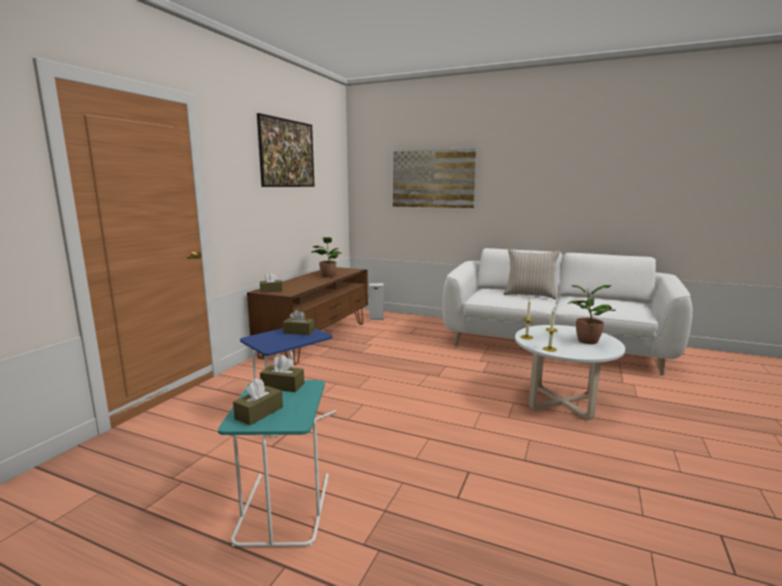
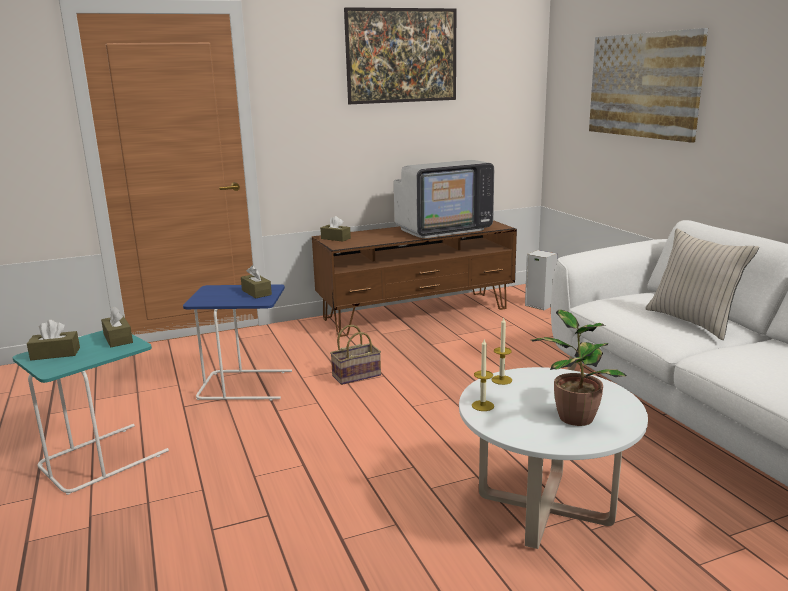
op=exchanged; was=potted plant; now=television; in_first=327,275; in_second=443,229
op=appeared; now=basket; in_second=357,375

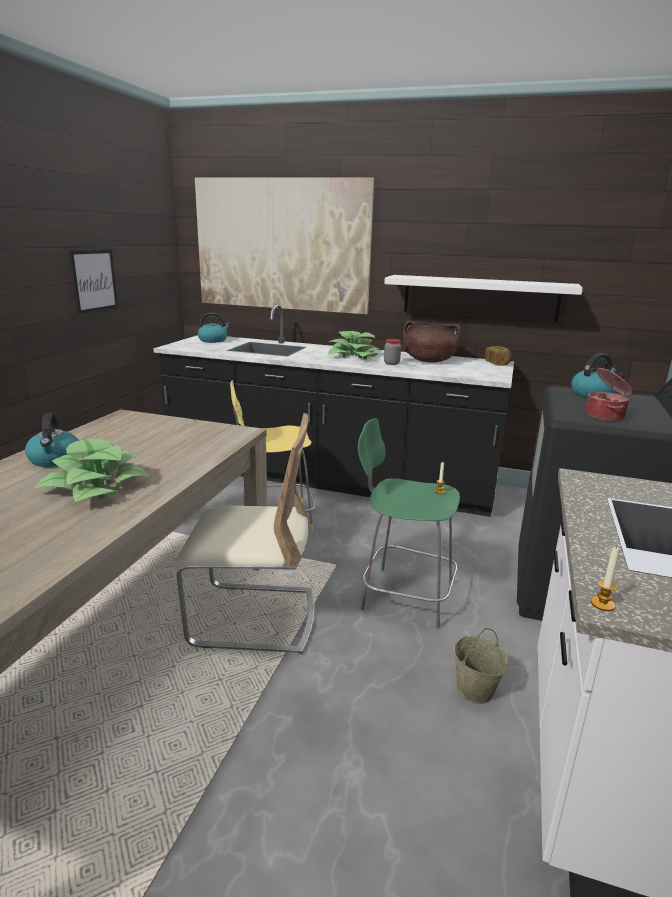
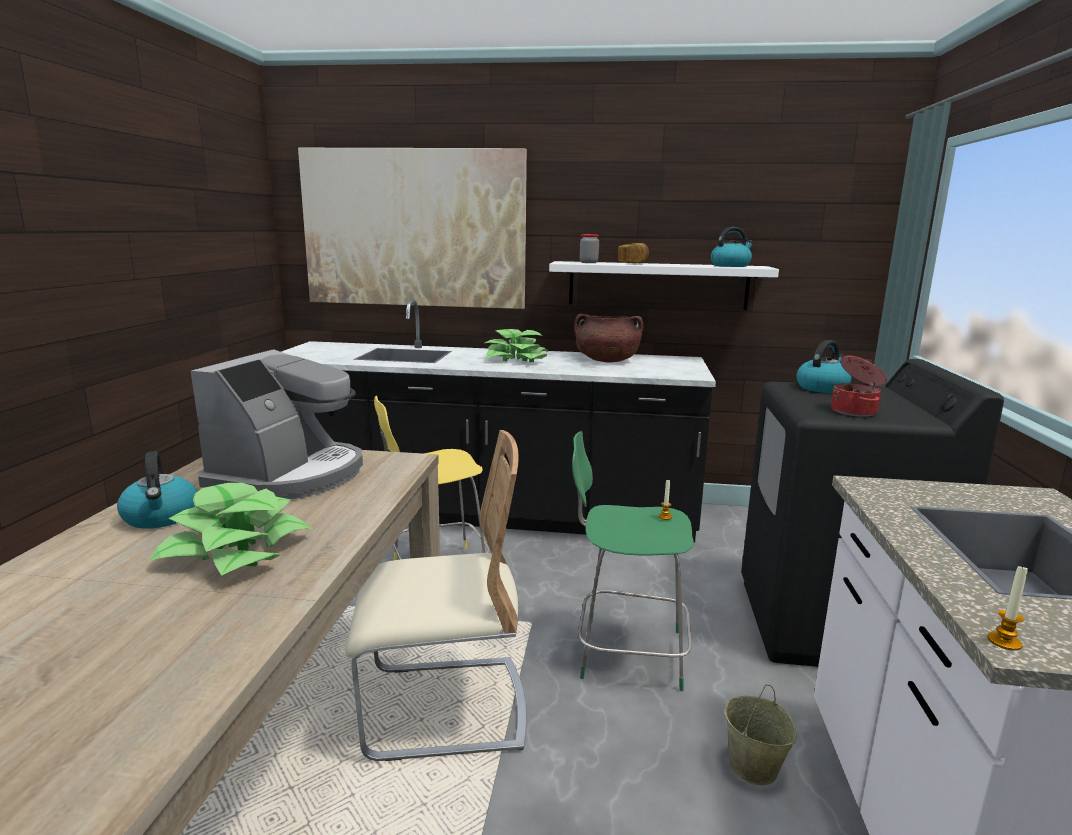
op=missing; was=picture; in_first=94,280
op=relocated; was=kettle; in_first=213,340; in_second=730,266
op=relocated; was=jar; in_first=391,363; in_second=588,262
op=relocated; was=bread; in_first=497,364; in_second=633,263
op=appeared; now=coffee machine; in_second=290,476

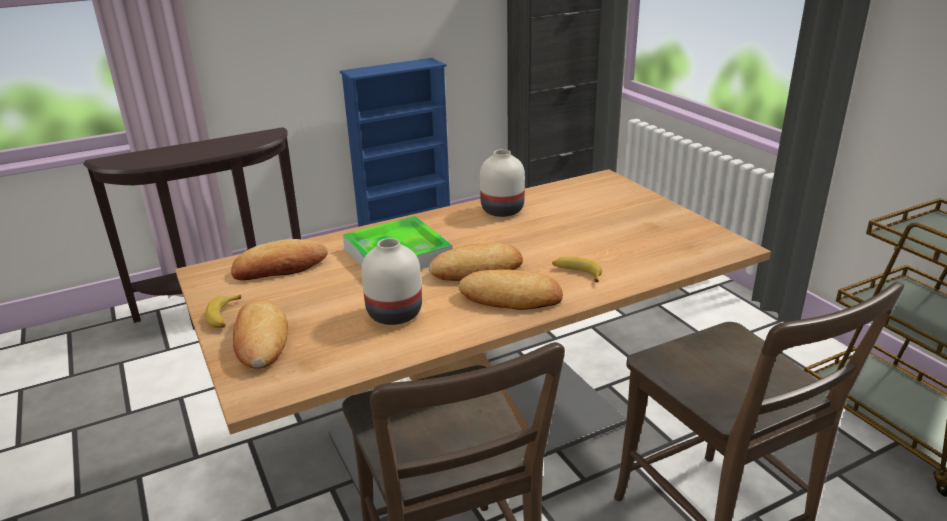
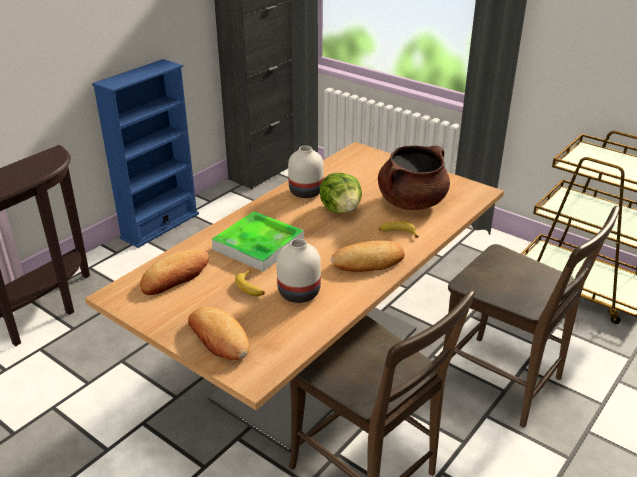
op=relocated; was=banana; in_first=224,317; in_second=251,287
op=missing; was=bread; in_first=477,269
op=appeared; now=lettuce; in_second=341,210
op=appeared; now=cooking pot/brown; in_second=412,202

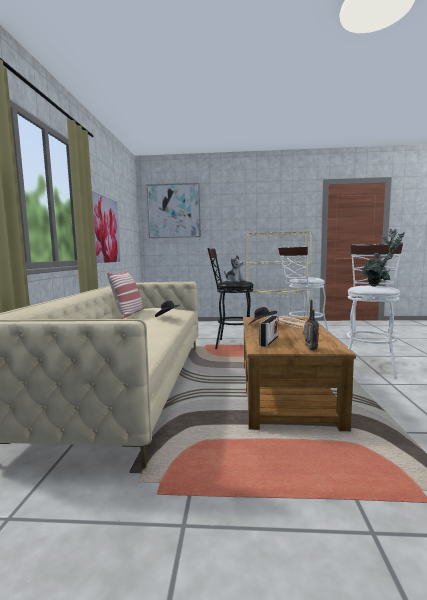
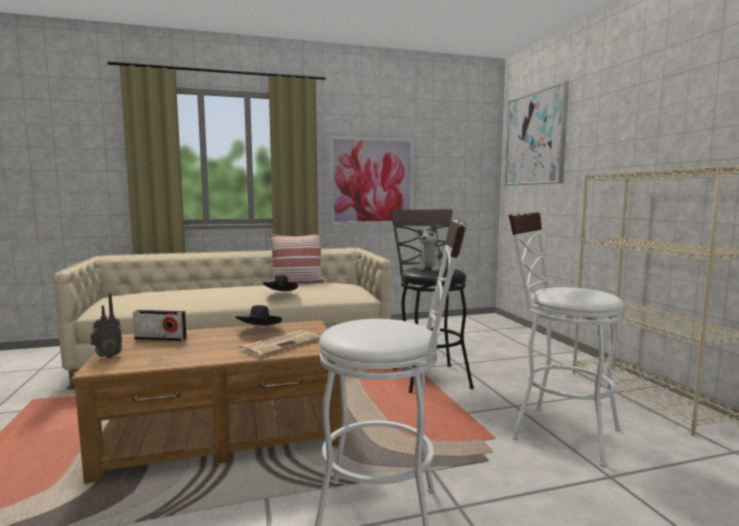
op=missing; was=potted plant; in_first=379,286

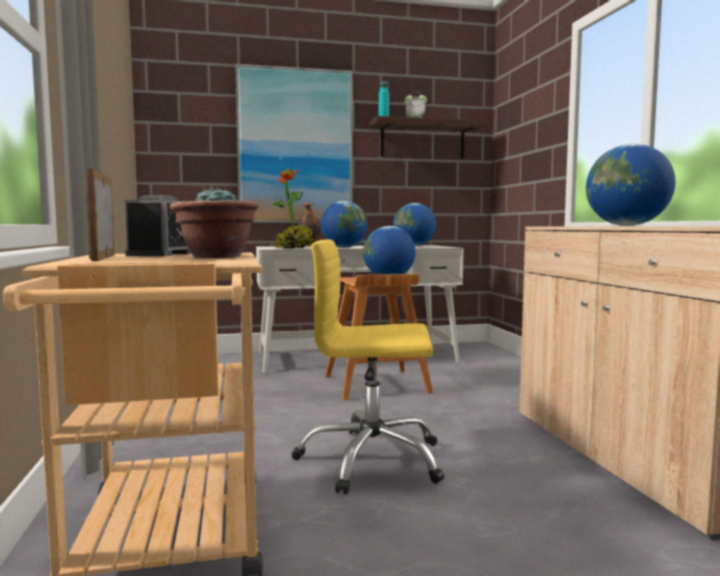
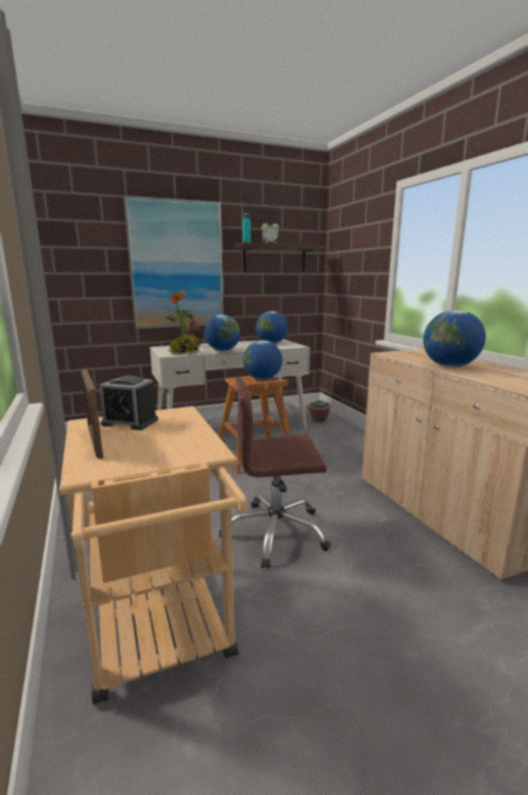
op=spun; was=alarm clock; in_first=160,254; in_second=130,422; clockwise=105
op=relocated; was=potted plant; in_first=216,257; in_second=318,419
op=colour; was=office chair/yellow; now=office chair/brown; in_first=371,460; in_second=275,533

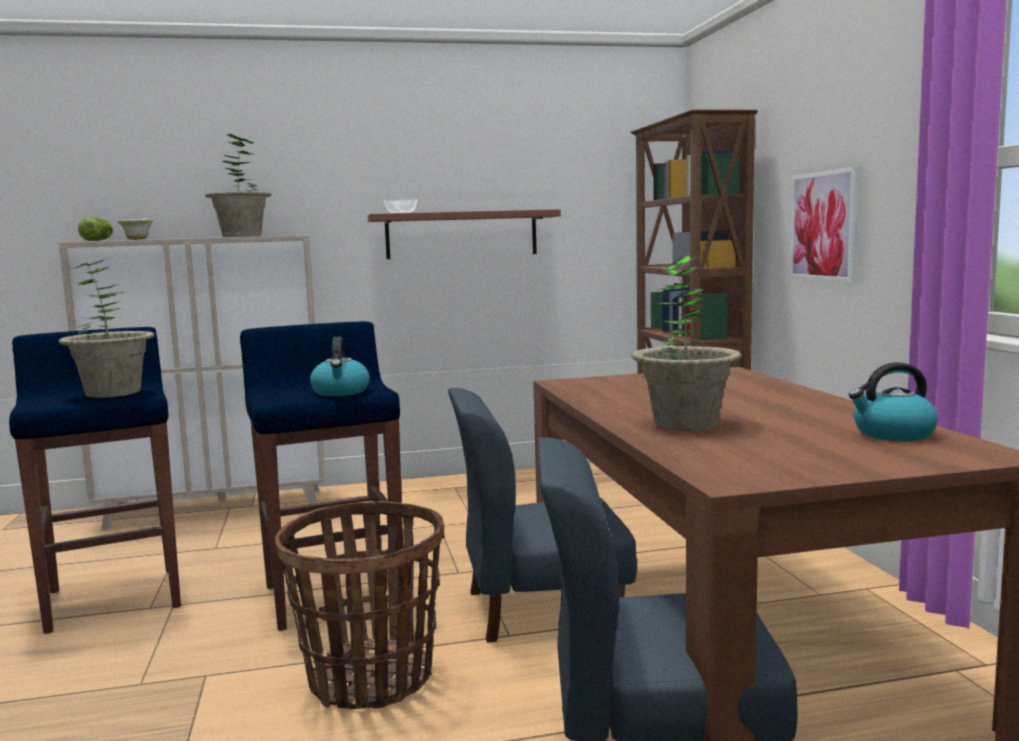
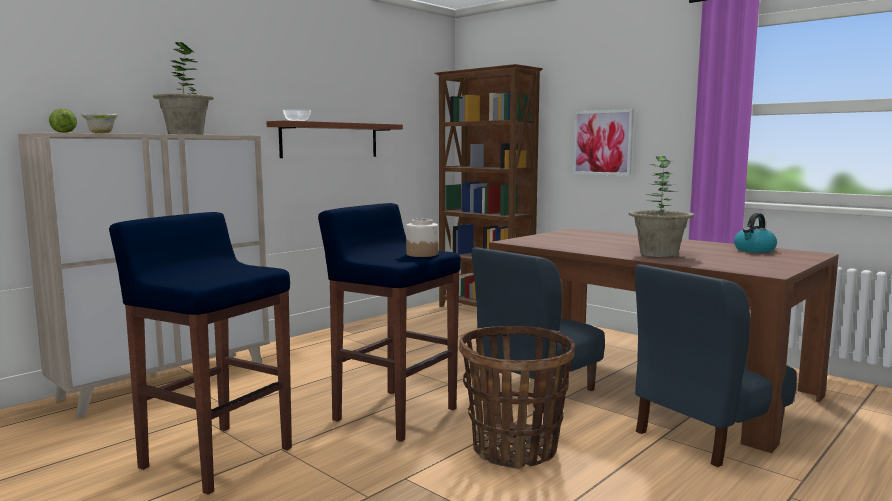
op=missing; was=potted plant; in_first=113,393
op=exchanged; was=kettle; now=jar; in_first=341,392; in_second=422,254

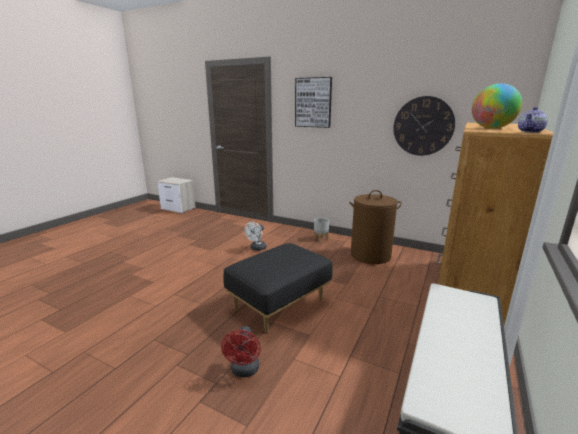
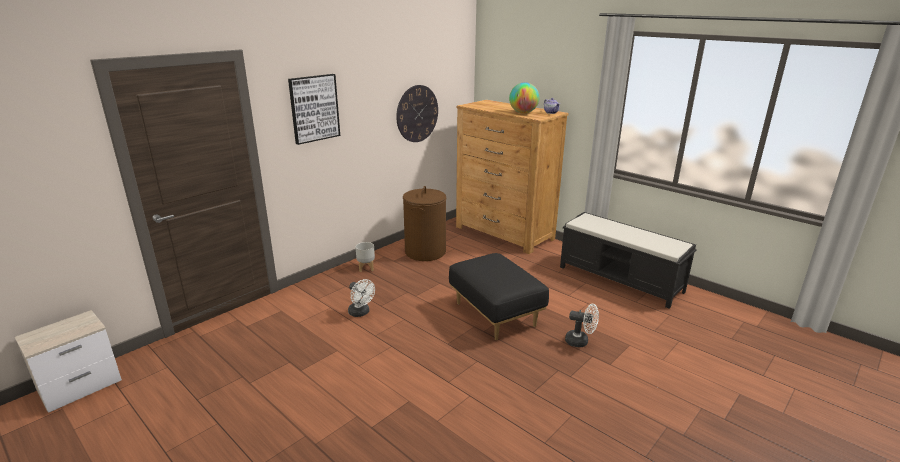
op=colour; was=fan/red; now=fan/white; in_first=244,371; in_second=580,341

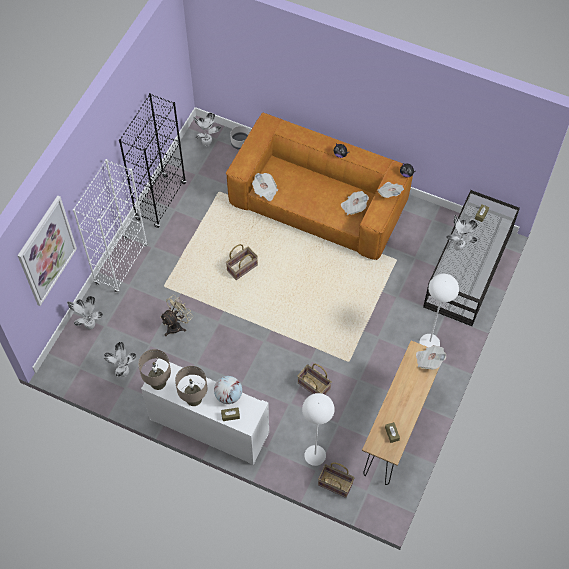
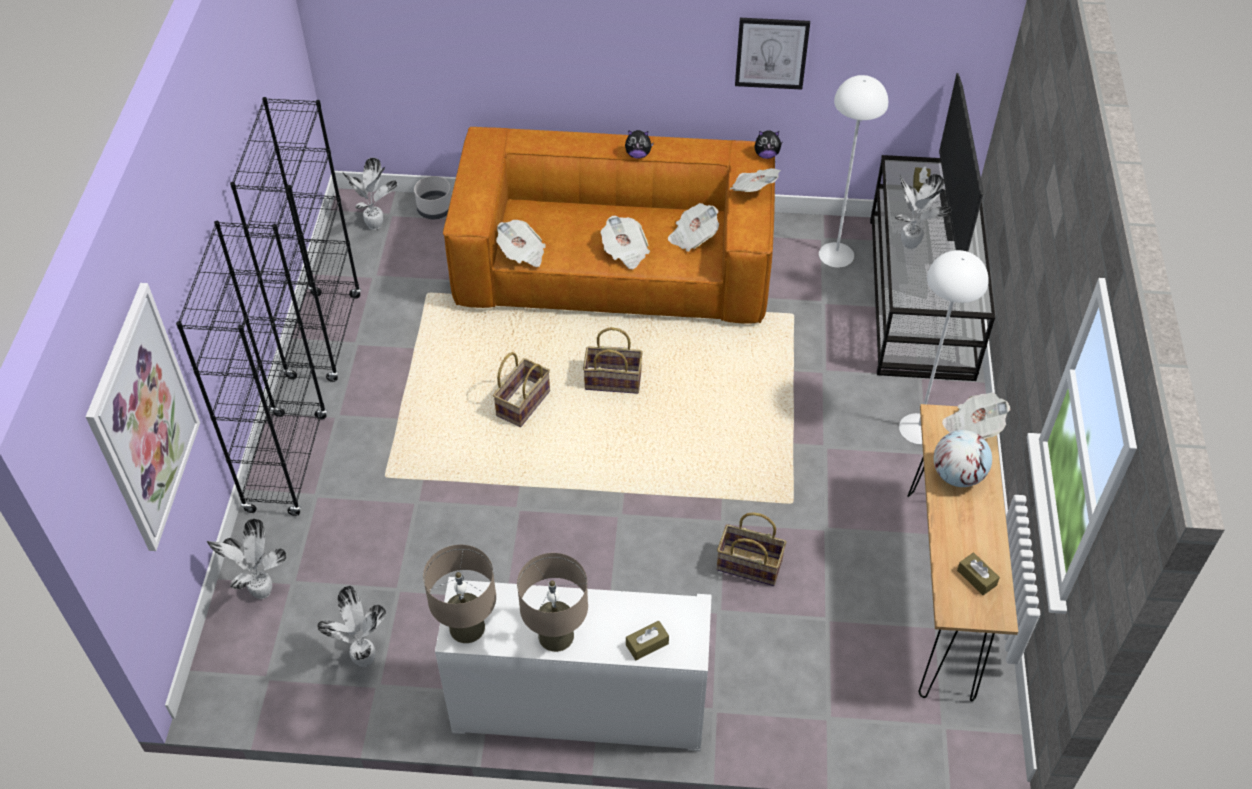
op=colour; was=bookcase/white; now=bookcase/black; in_first=121,265; in_second=287,463
op=missing; was=fan/beige; in_first=177,325
op=relocated; was=globe; in_first=228,395; in_second=957,475
op=relocated; was=floor lamp/white; in_first=315,455; in_second=836,254
op=relocated; was=basket; in_first=335,484; in_second=613,380
op=appeared; now=newspaper; in_second=625,252
op=appeared; now=picture; in_second=771,53
op=appeared; now=television; in_second=950,215

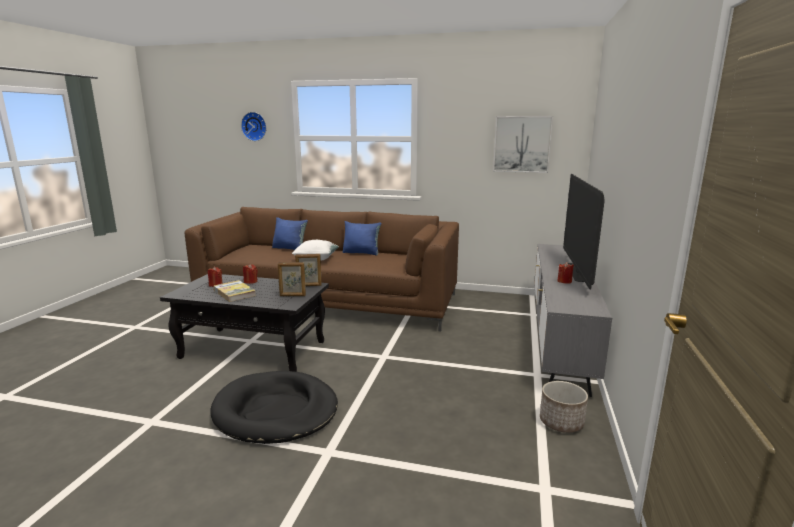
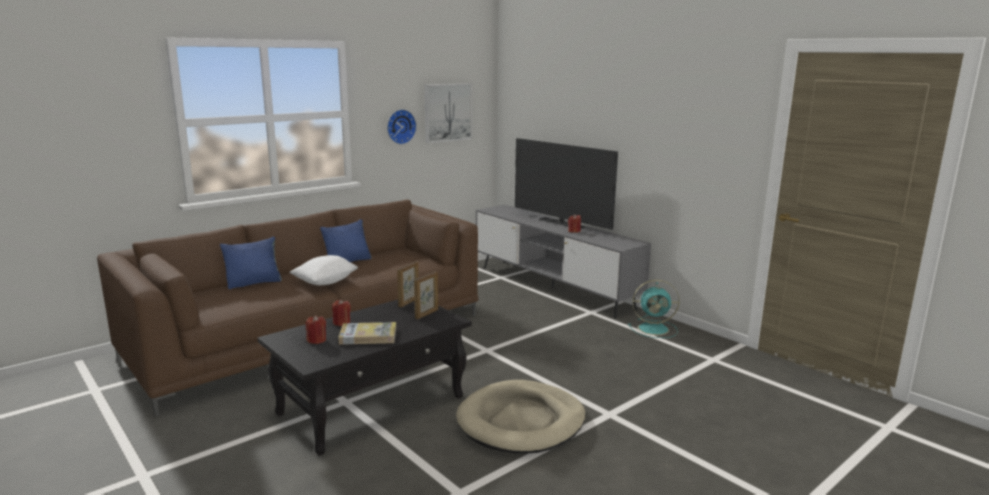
op=colour; was=dog bed/black; now=dog bed/beige; in_first=275,411; in_second=521,421
op=relocated; was=wall clock; in_first=254,126; in_second=400,126
op=exchanged; was=planter; now=fan/turquoise; in_first=561,422; in_second=655,329

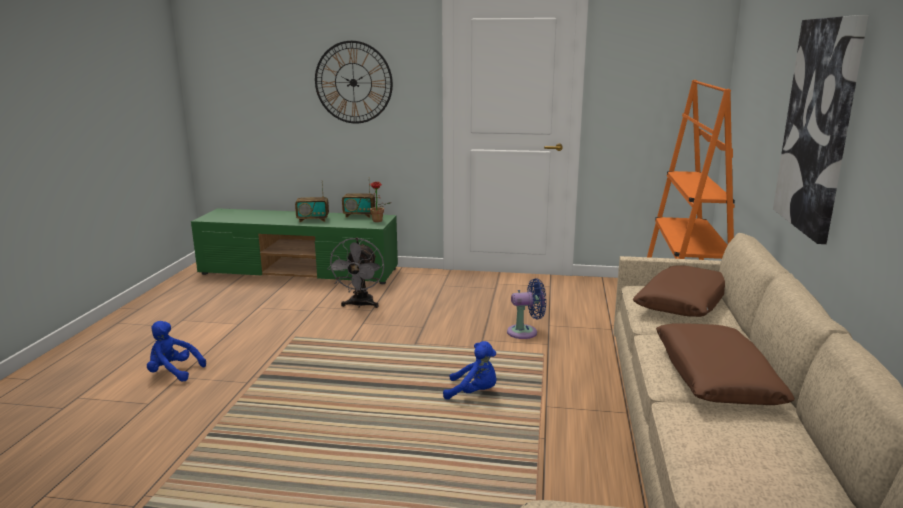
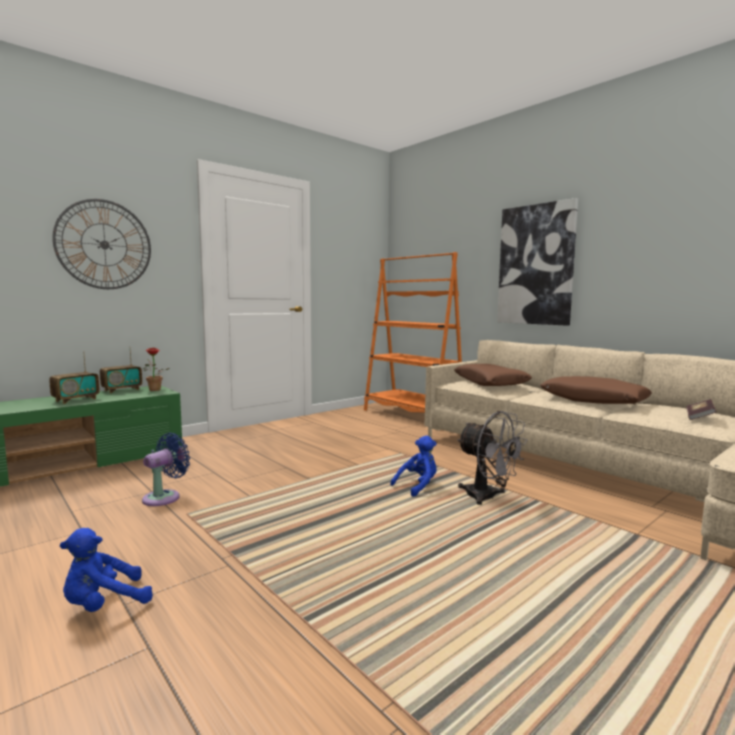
op=relocated; was=fan/grey; in_first=360,305; in_second=488,498
op=relocated; was=fan/blue; in_first=525,332; in_second=165,497
op=appeared; now=book; in_second=699,417

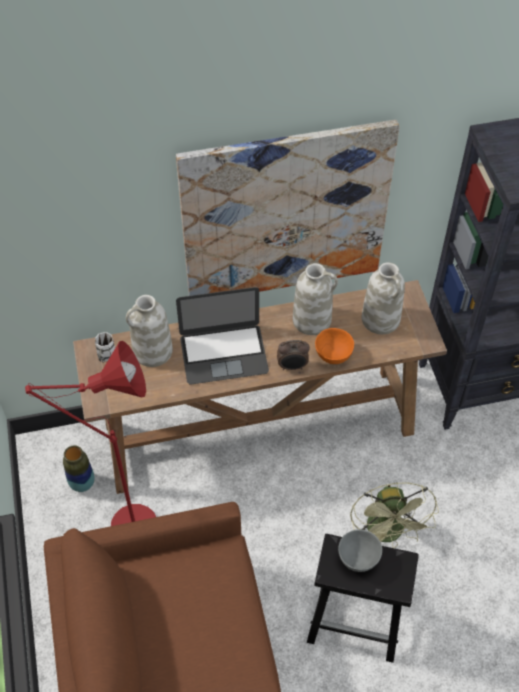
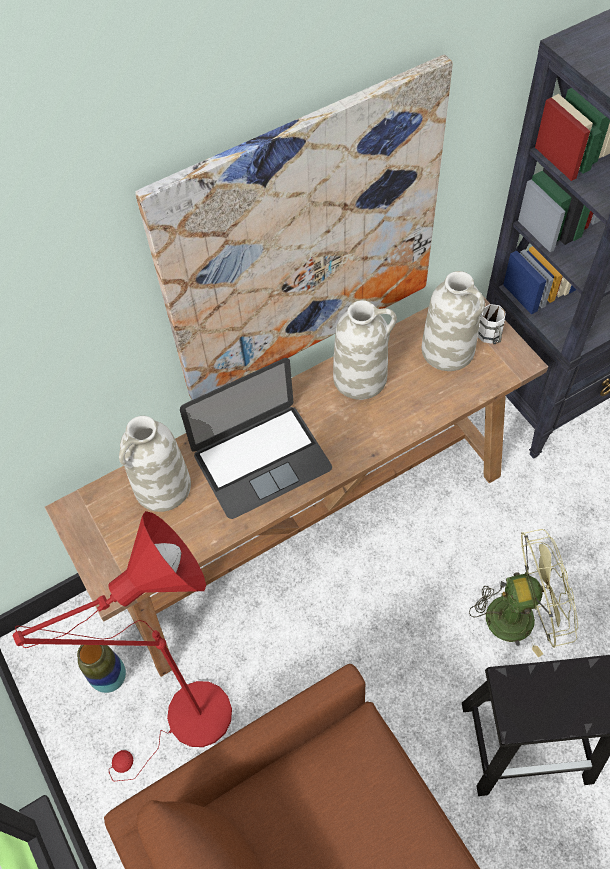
op=relocated; was=mug/white; in_first=105,357; in_second=491,338
op=missing; was=alarm clock; in_first=292,367
op=missing; was=bowl/orange; in_first=333,356
op=missing; was=bowl/grey; in_first=359,558
op=spun; was=fan/green; in_first=388,534; in_second=521,614; clockwise=-75

